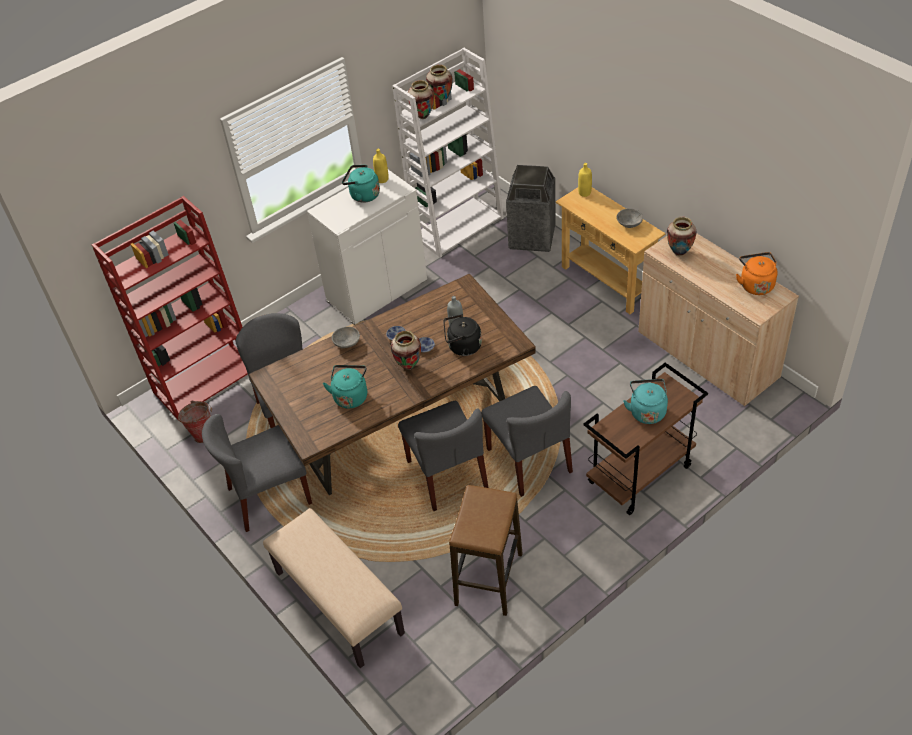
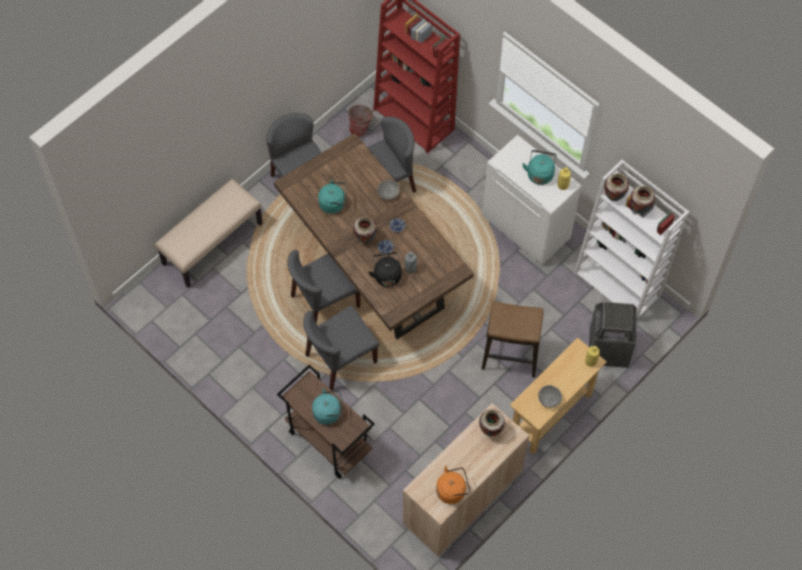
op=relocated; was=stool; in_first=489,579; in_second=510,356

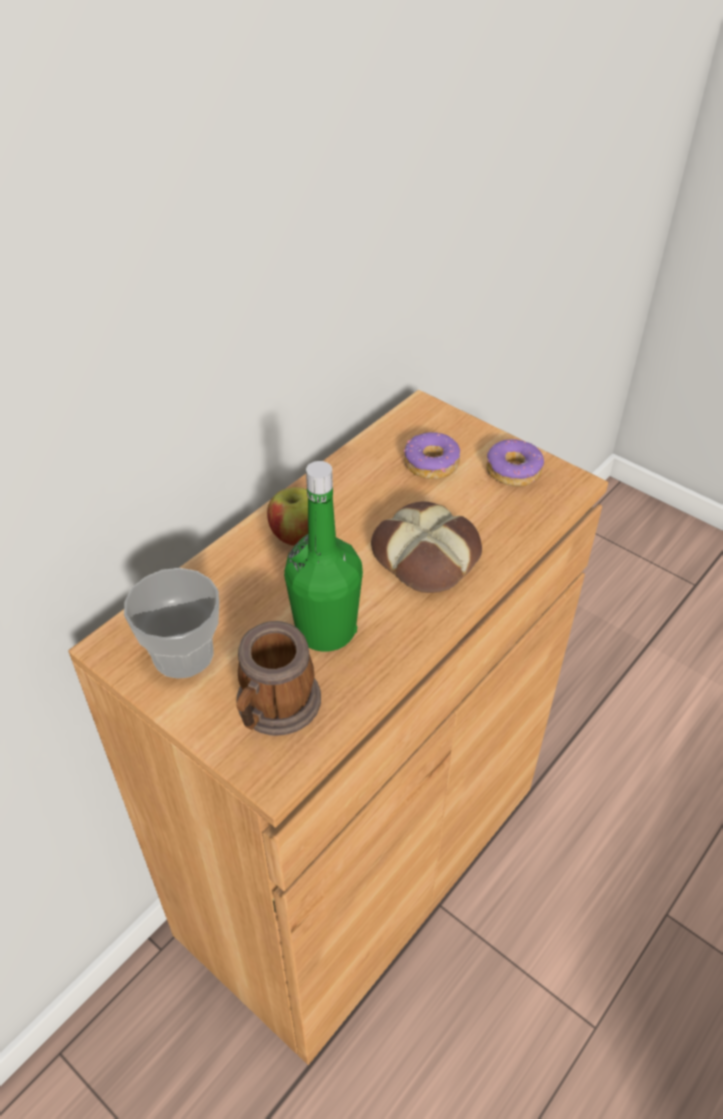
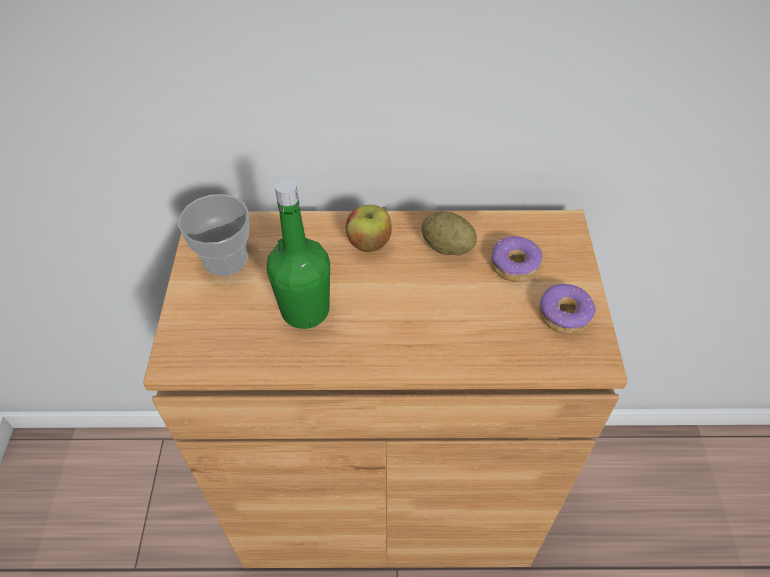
op=missing; was=mug; in_first=274,709
op=missing; was=bread; in_first=427,555
op=appeared; now=potato; in_second=447,247

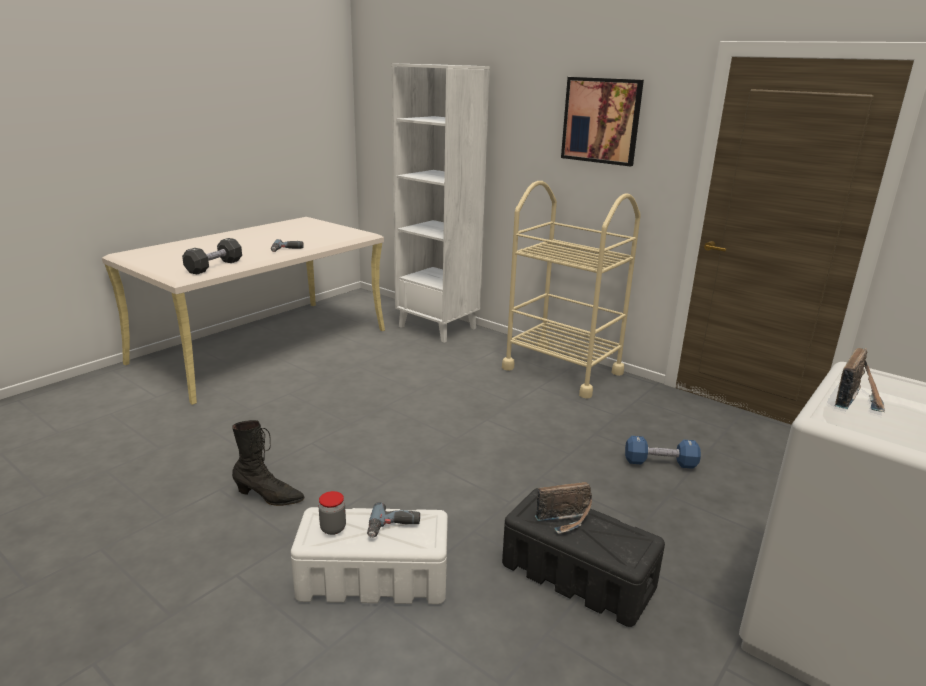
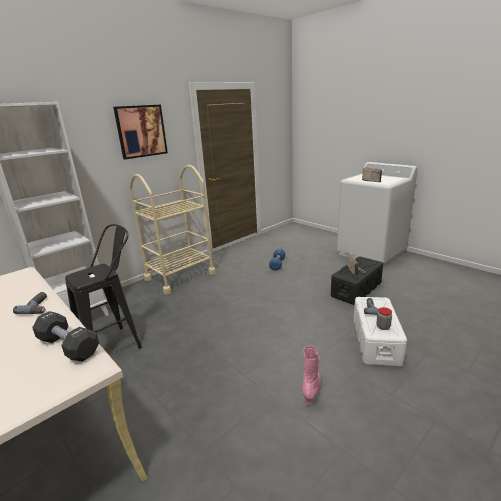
op=colour; was=boot/black; now=boot/pink; in_first=269,497; in_second=312,390
op=appeared; now=stool/black; in_second=116,344

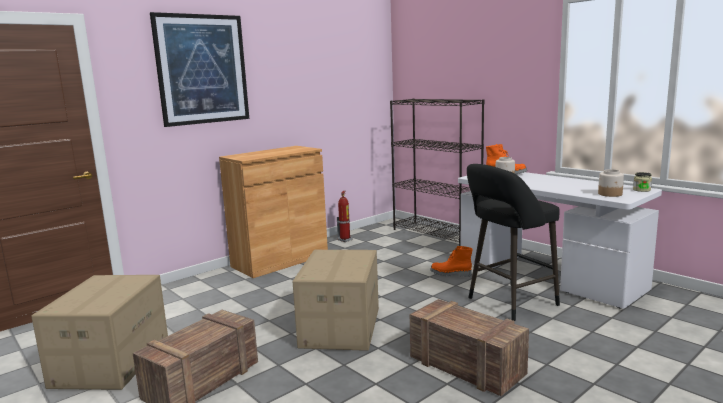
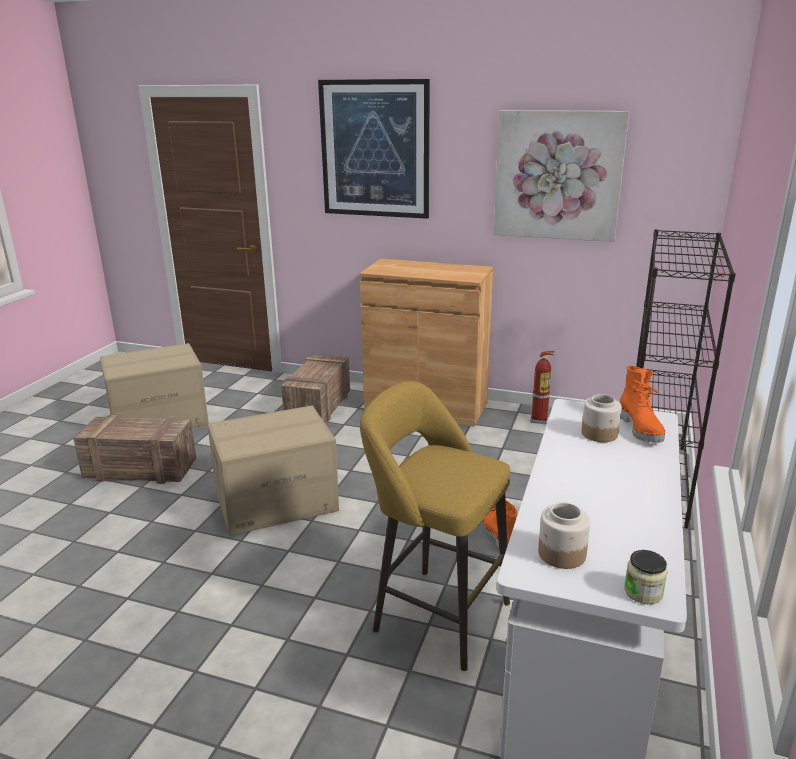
op=relocated; was=crate; in_first=468,367; in_second=318,407
op=colour; was=stool/black; now=stool/yellow; in_first=508,302; in_second=435,613
op=appeared; now=picture; in_second=558,176

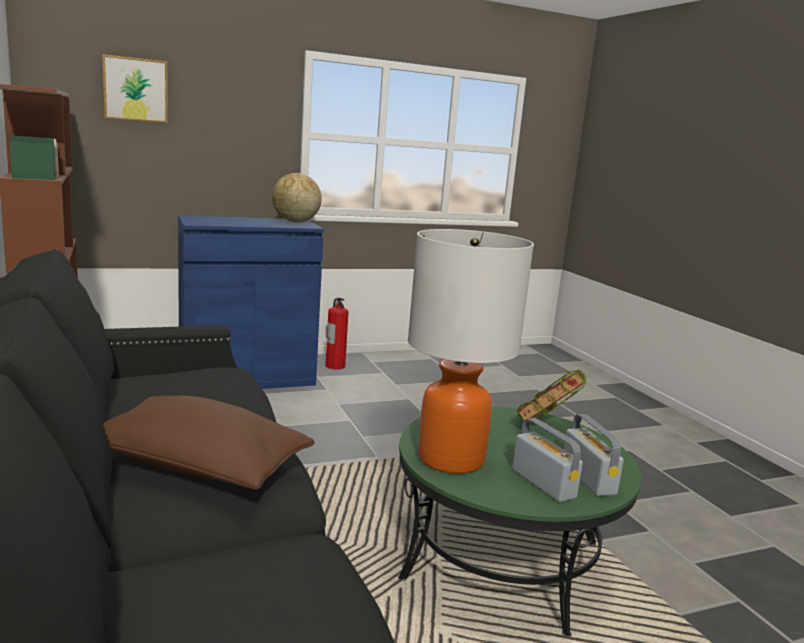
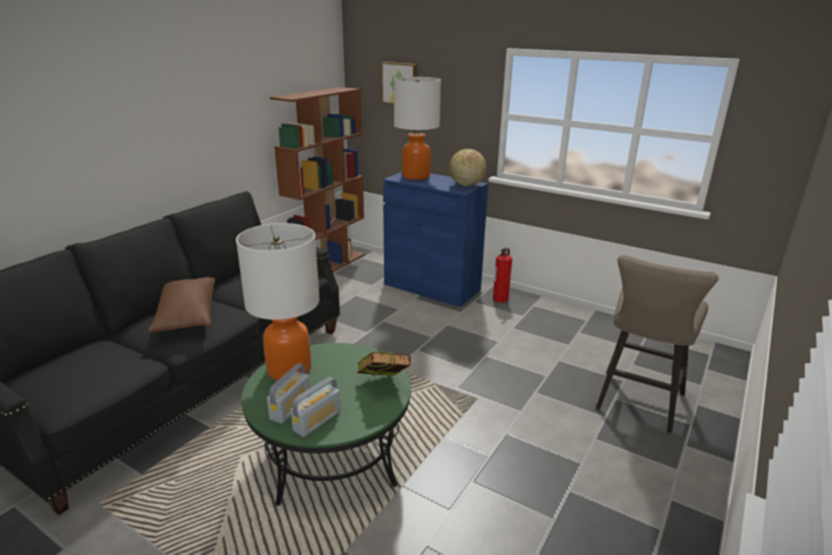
op=appeared; now=table lamp; in_second=415,176
op=appeared; now=stool/beige; in_second=637,404

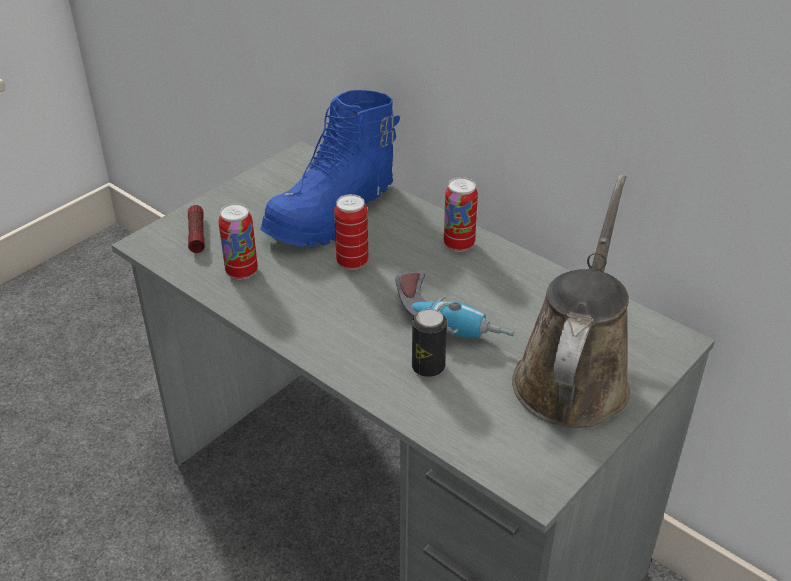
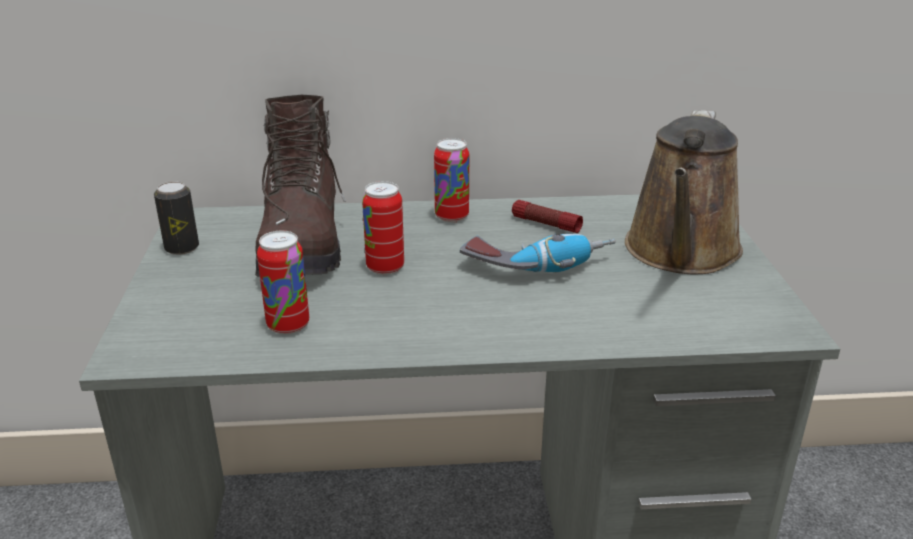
op=relocated; was=flashlight; in_first=196,234; in_second=545,224
op=colour; was=boot/blue; now=boot/brown; in_first=333,214; in_second=303,244
op=relocated; was=can; in_first=428,367; in_second=182,248
op=spun; was=watering can/brown; in_first=573,376; in_second=681,253; clockwise=-135

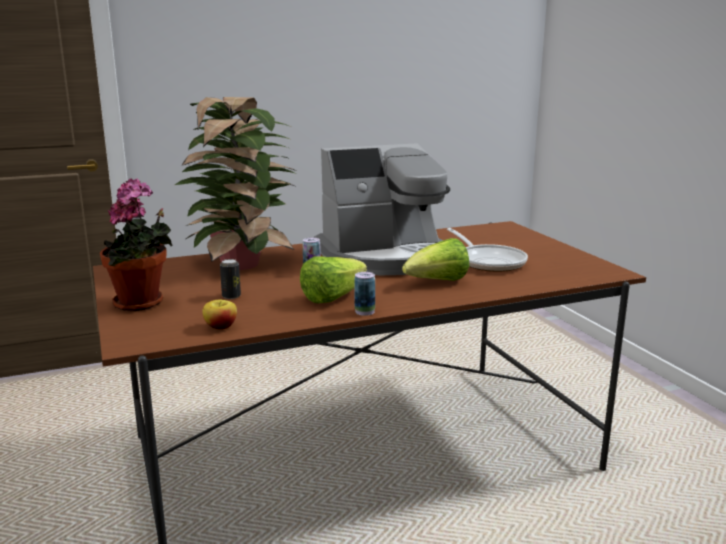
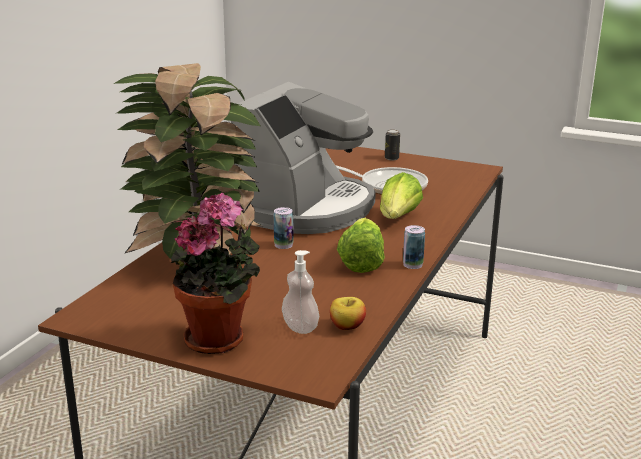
op=relocated; was=can; in_first=231,296; in_second=391,158
op=appeared; now=soap dispenser; in_second=300,327

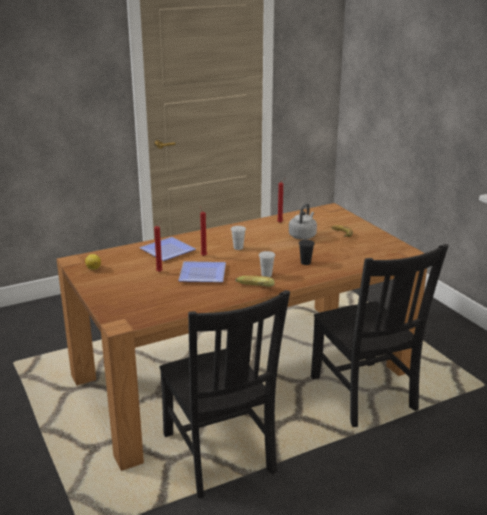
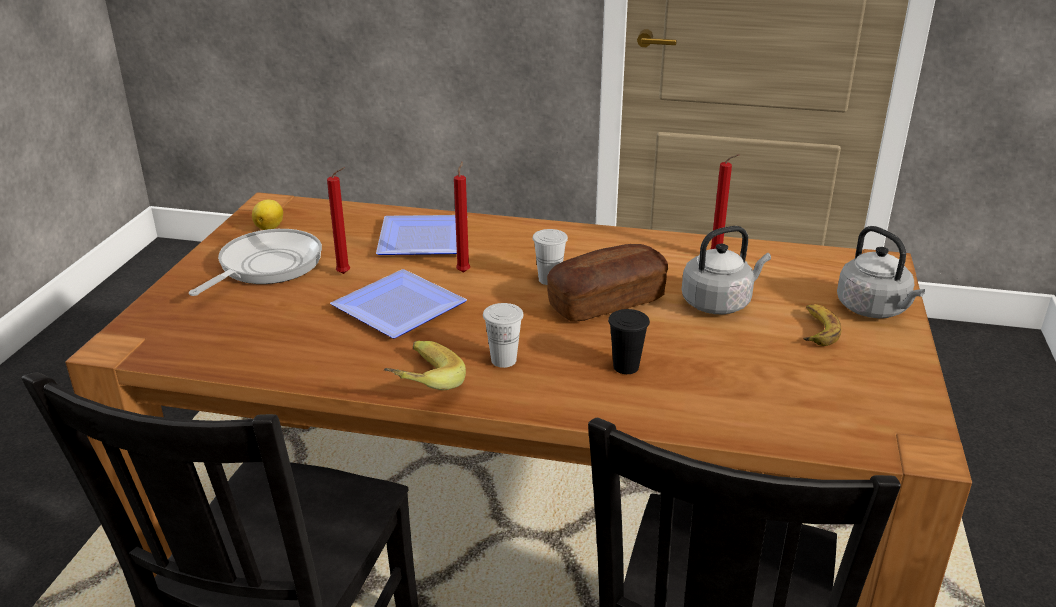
op=appeared; now=frying pan; in_second=266,266
op=appeared; now=bread; in_second=606,302
op=appeared; now=kettle/grey; in_second=874,309

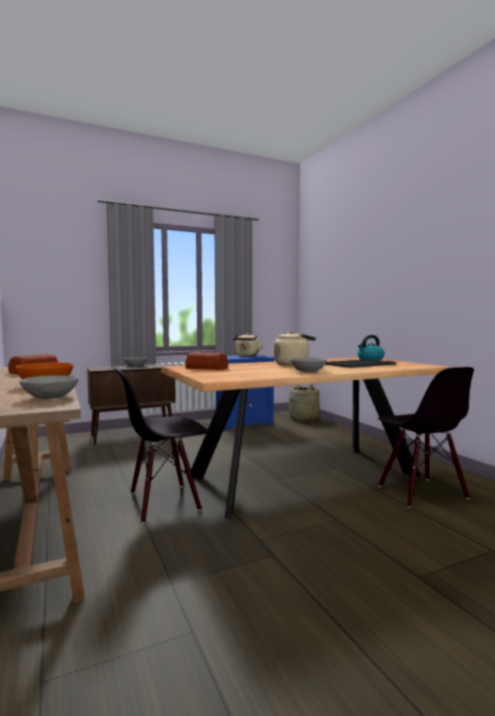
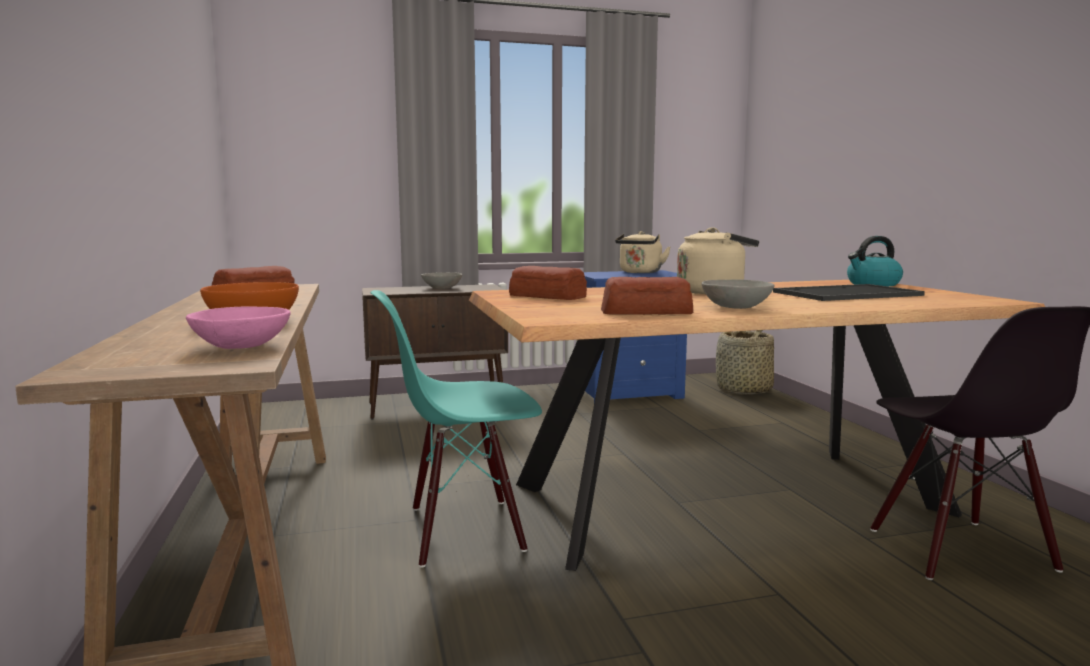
op=colour; was=bowl/grey; now=bowl/pink; in_first=50,397; in_second=241,346
op=colour; was=chair/black; now=chair/turquoise; in_first=163,502; in_second=464,530
op=appeared; now=bread; in_second=647,312

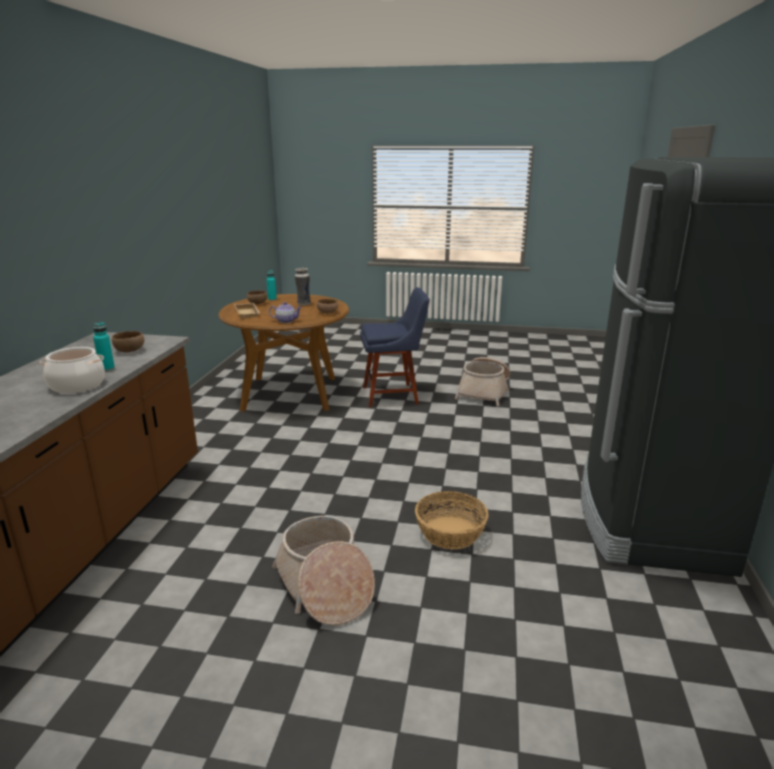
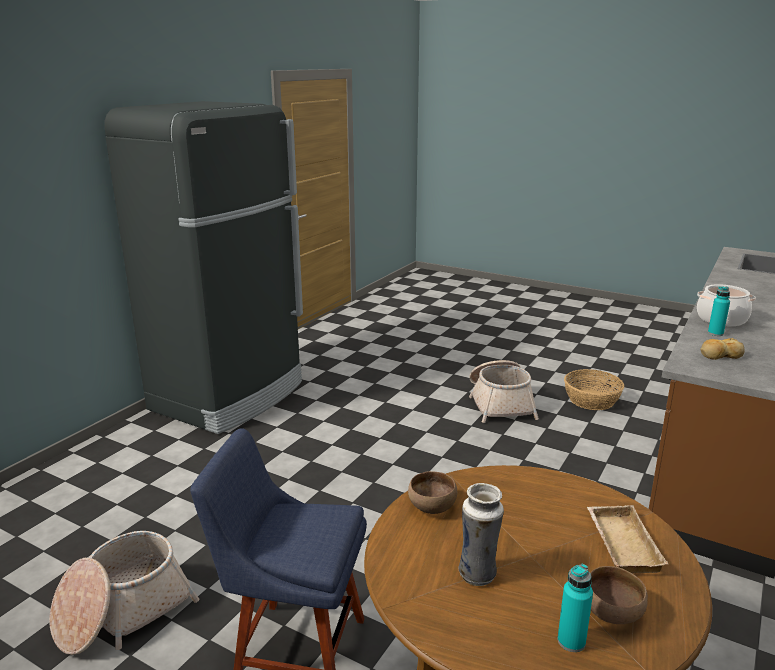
op=exchanged; was=bowl/brown; now=bread; in_first=129,350; in_second=720,355
op=missing; was=teapot; in_first=286,321
op=relocated; was=basket; in_first=450,533; in_second=591,400

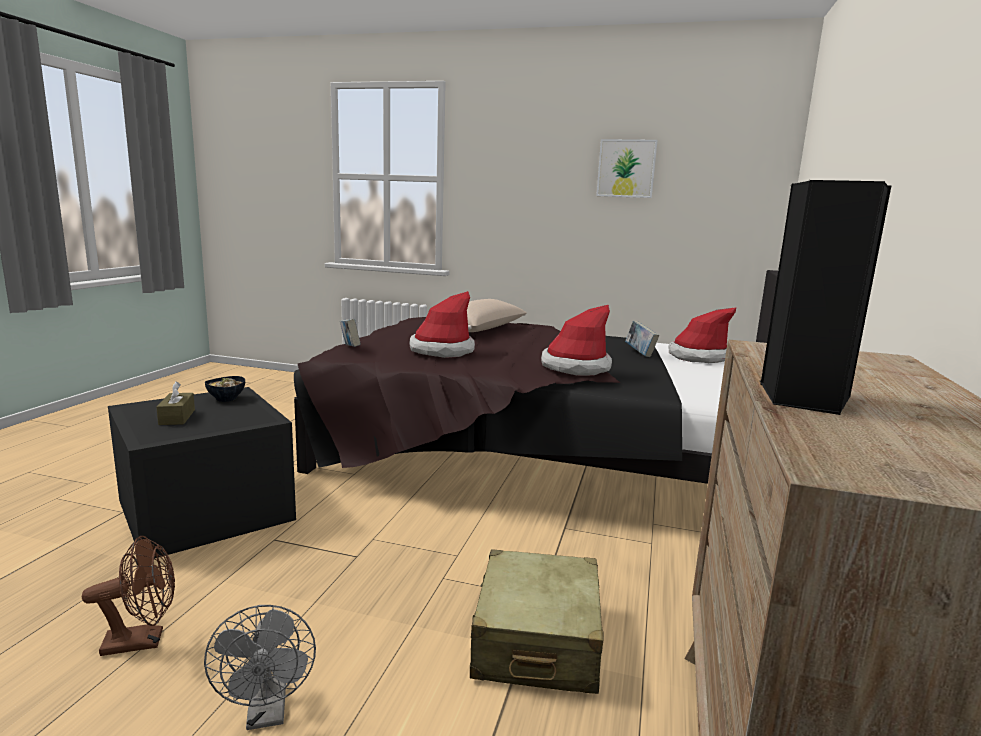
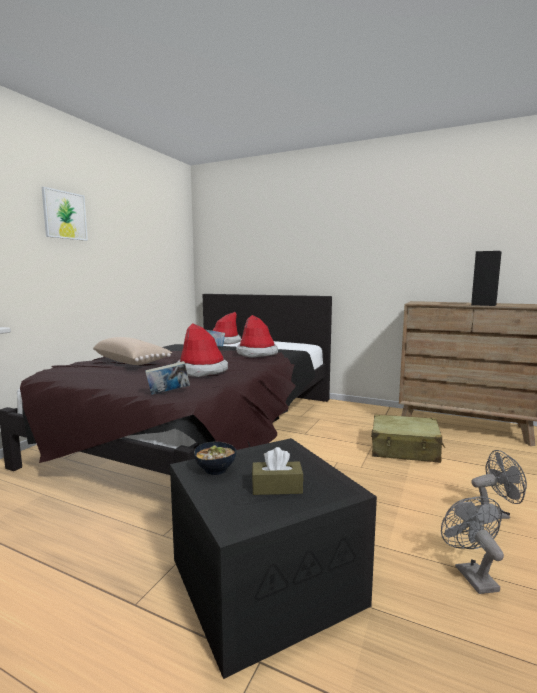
op=colour; was=fan/brown; now=fan/grey; in_first=143,641; in_second=471,574
op=relocated; was=picture; in_first=626,168; in_second=64,215

